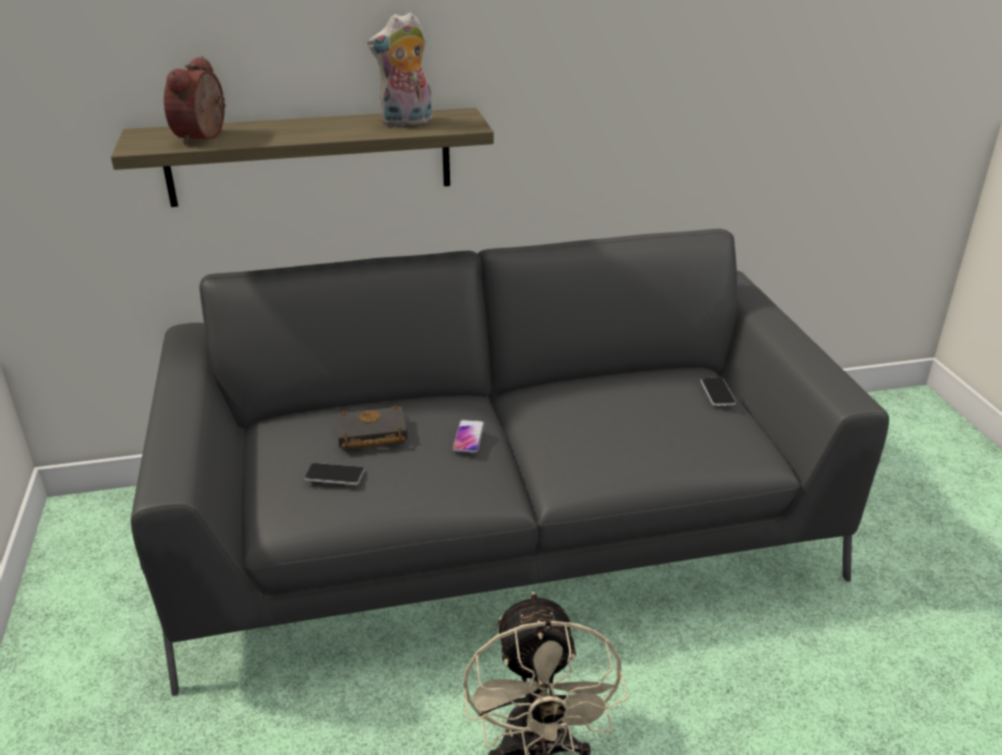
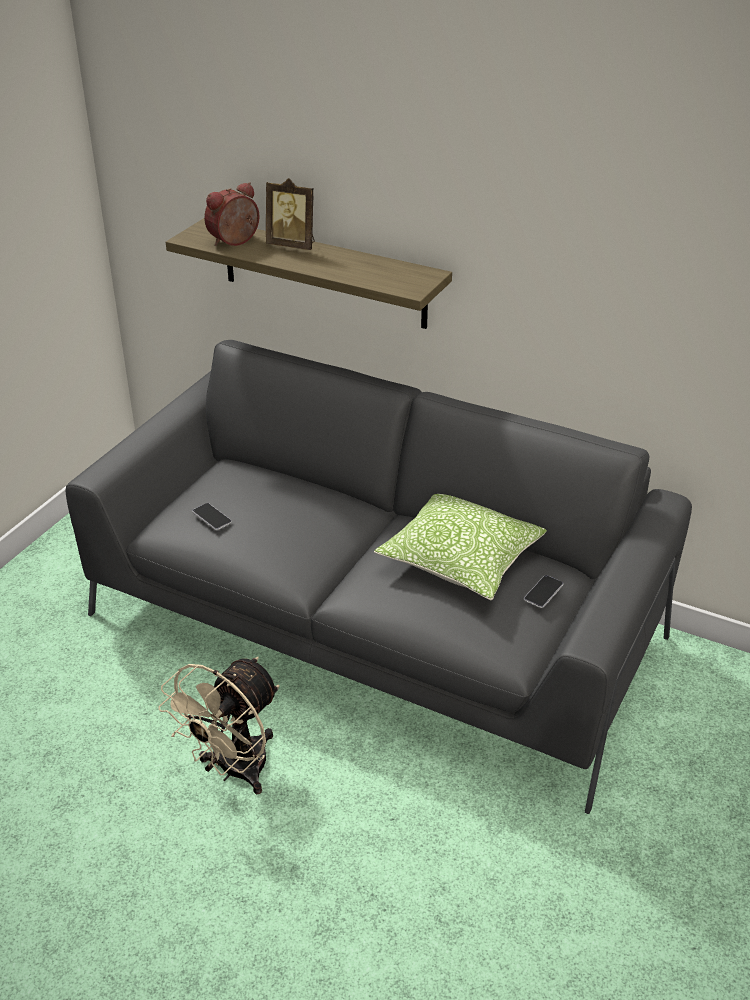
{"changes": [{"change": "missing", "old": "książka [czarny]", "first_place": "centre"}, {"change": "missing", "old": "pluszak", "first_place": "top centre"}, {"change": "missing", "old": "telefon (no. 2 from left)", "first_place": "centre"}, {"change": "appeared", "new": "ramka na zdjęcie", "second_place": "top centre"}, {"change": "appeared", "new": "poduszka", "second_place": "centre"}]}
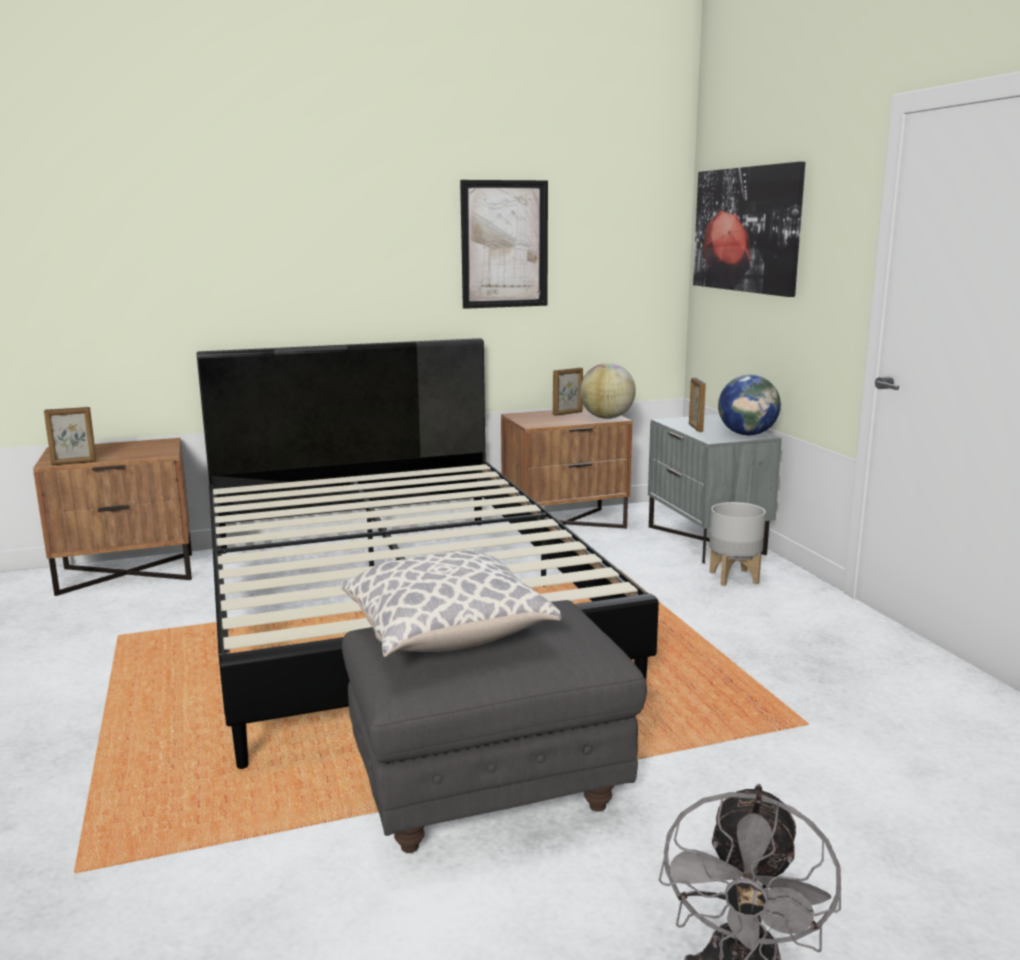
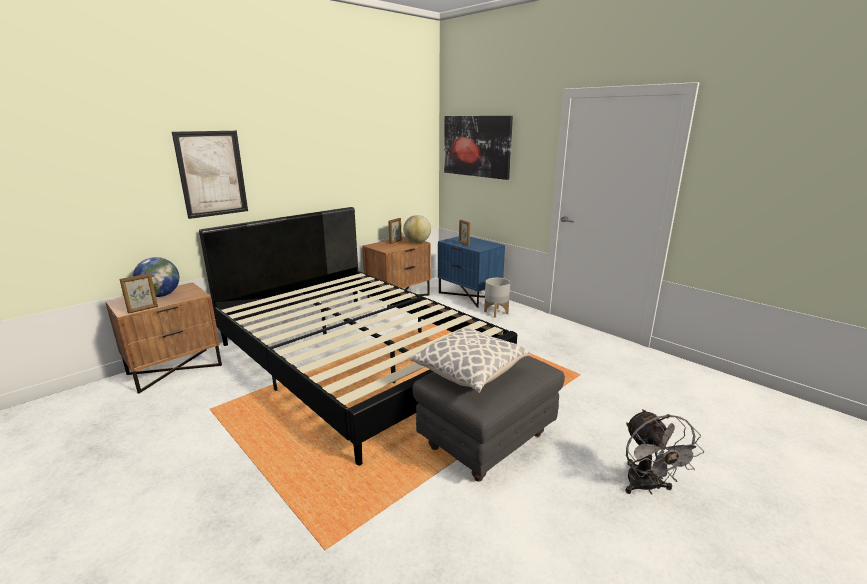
{"changes": [{"change": "relocated", "old": "obraz (no. 1 from left)", "first_place": "top centre", "second_place": "top left"}, {"change": "colour", "old": "szafka nocna [szary]", "new": "szafka nocna [niebieski]", "first_place": "middle right", "second_place": "centre"}, {"change": "relocated", "old": "globus (no. 2 from left in the first image)", "new": "globus (no. 1 from left)", "first_place": "middle right", "second_place": "middle left"}]}
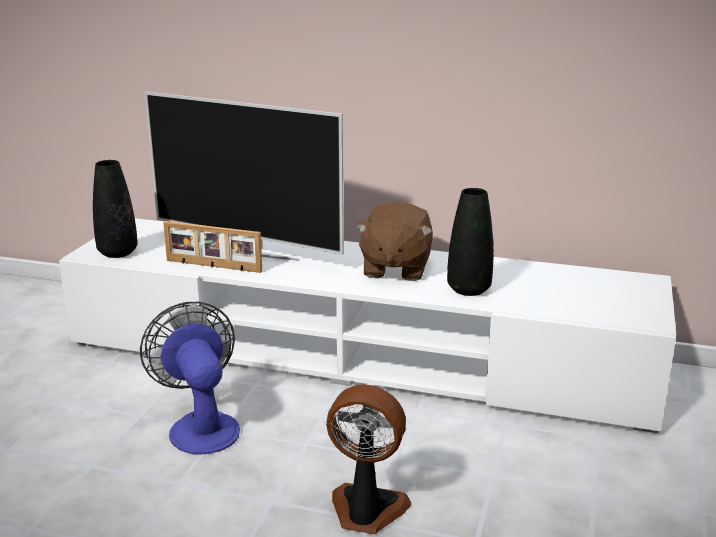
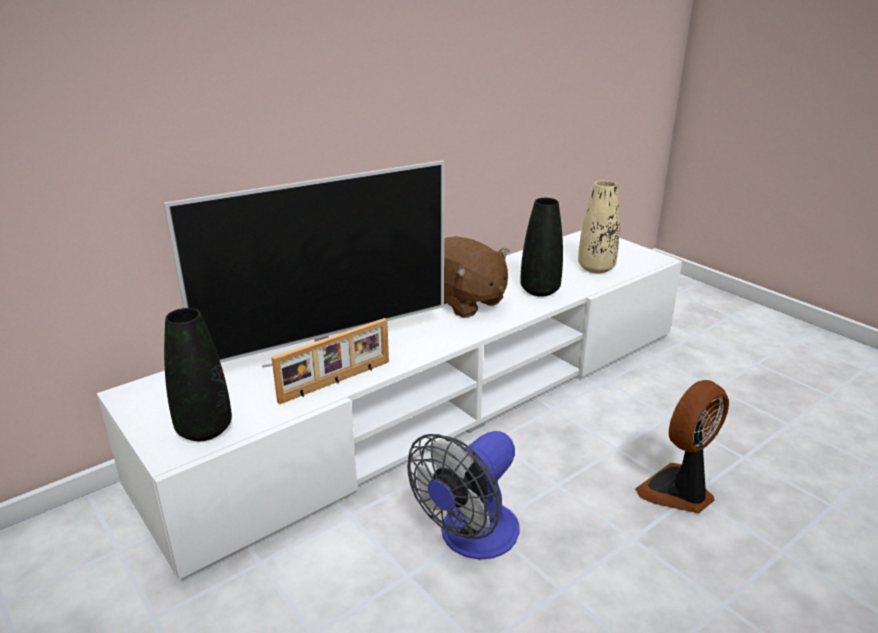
{"changes": [{"change": "spun", "old": "wentylator (no. 1 from left)", "first_place": "bottom left", "second_place": "bottom centre", "degrees": -60}, {"change": "appeared", "new": "wazon [beżowy]", "second_place": "middle right"}]}
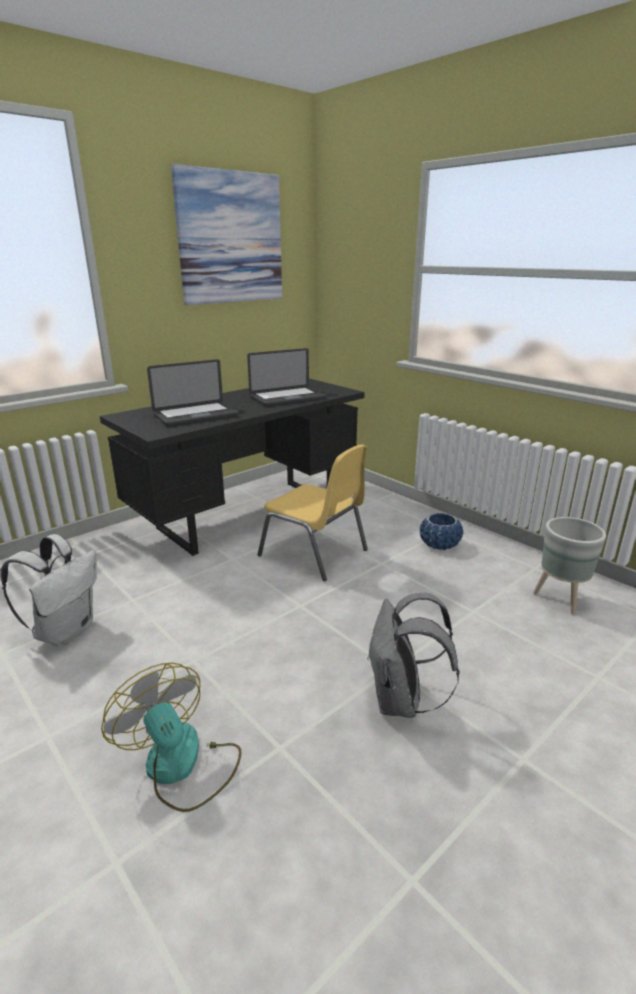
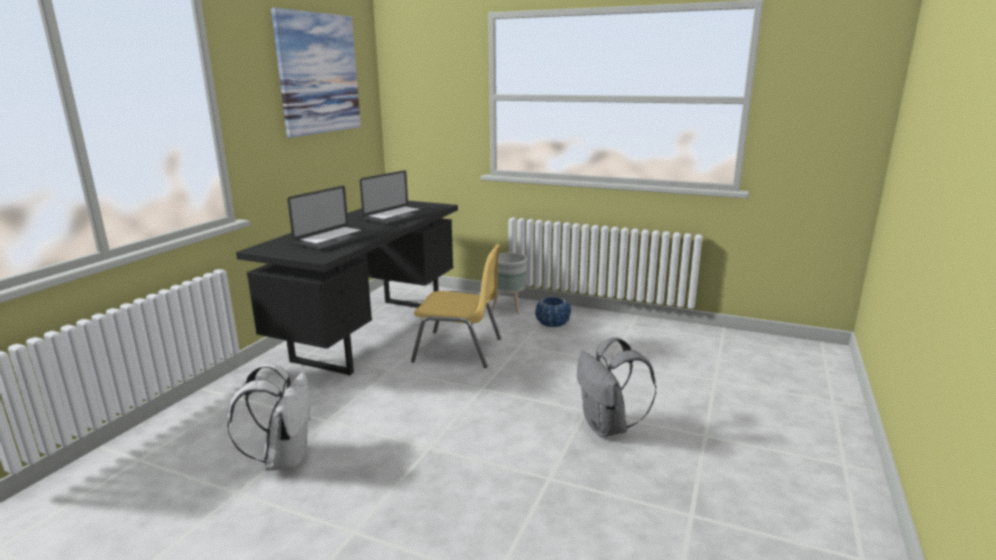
{"changes": [{"change": "missing", "old": "wentylator", "first_place": "bottom left"}, {"change": "relocated", "old": "donica [szary]", "first_place": "middle right", "second_place": "centre"}]}
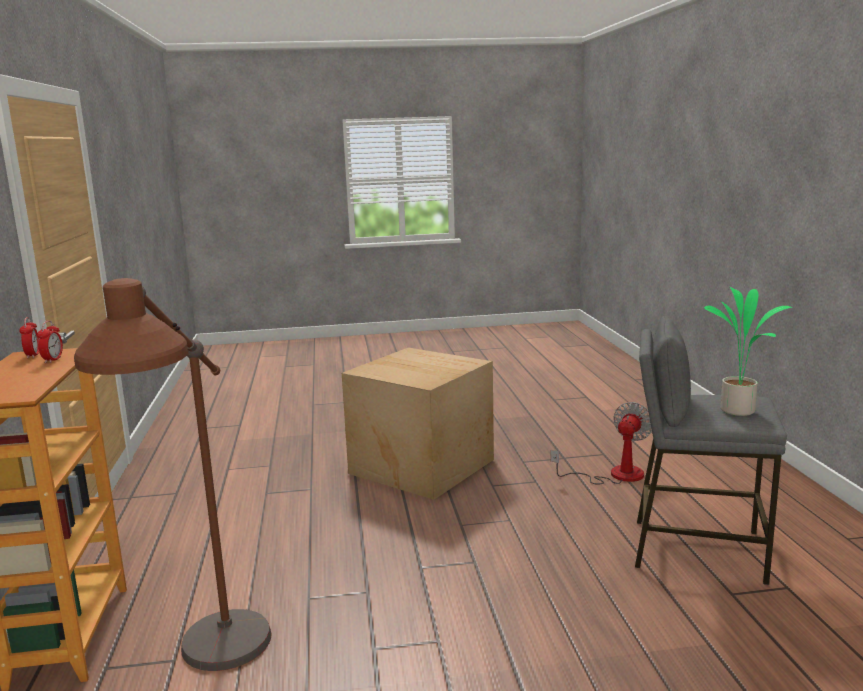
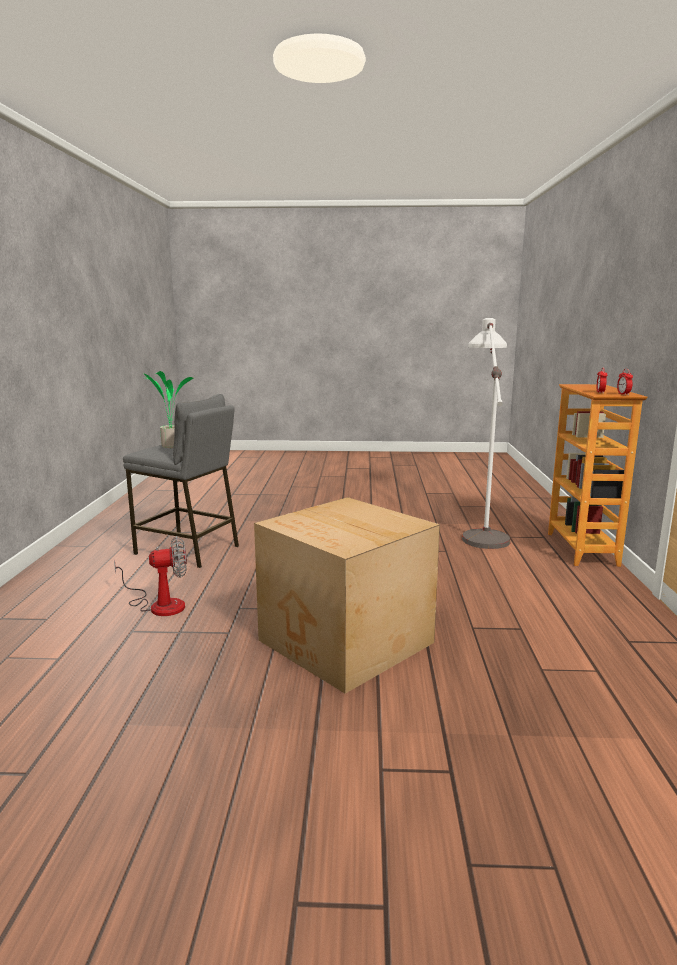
{"changes": [{"change": "colour", "old": "lampa stojąca [brązowy]", "new": "lampa stojąca [biały]", "first_place": "bottom left", "second_place": "middle right"}, {"change": "spun", "old": "wentylator", "first_place": "middle right", "second_place": "middle left", "degrees": -150}]}
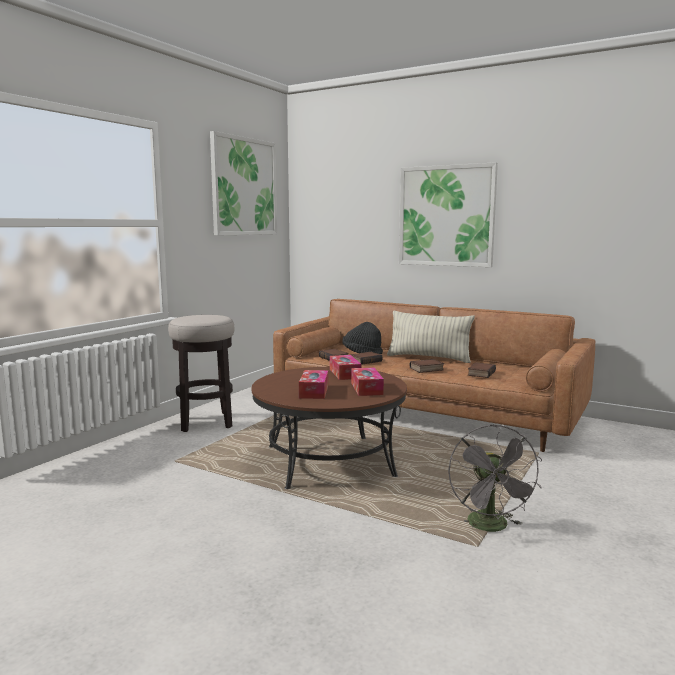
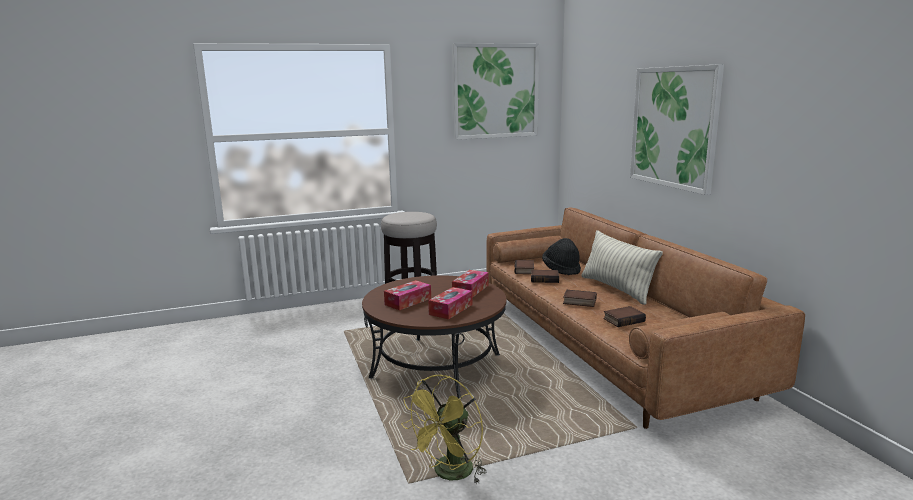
{"changes": [{"change": "colour", "old": "wentylator [szary]", "new": "wentylator [żółty]", "first_place": "bottom right", "second_place": "bottom centre"}]}
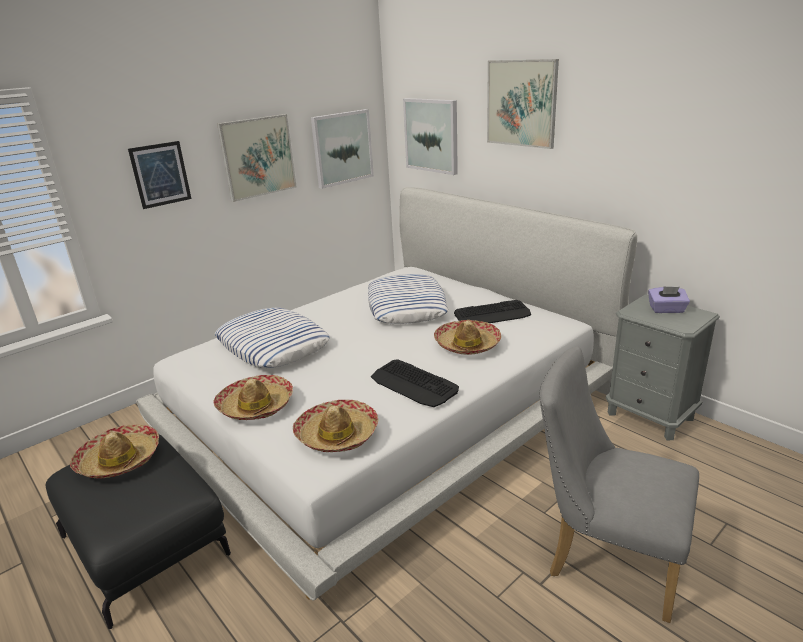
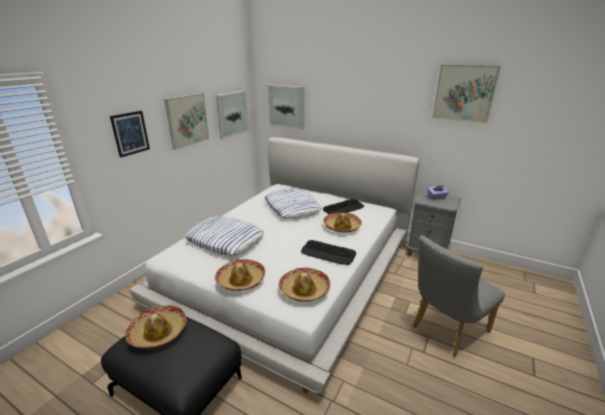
{"changes": [{"change": "relocated", "old": "obraz (no. 5 from left)", "first_place": "top centre", "second_place": "top right"}, {"change": "spun", "old": "krzesło [szary]", "first_place": "bottom right", "second_place": "bottom right", "degrees": -45}]}
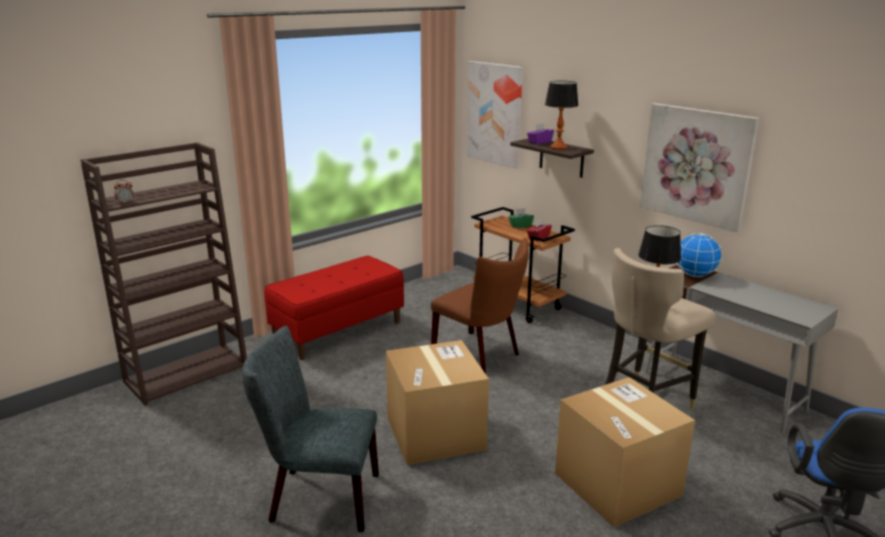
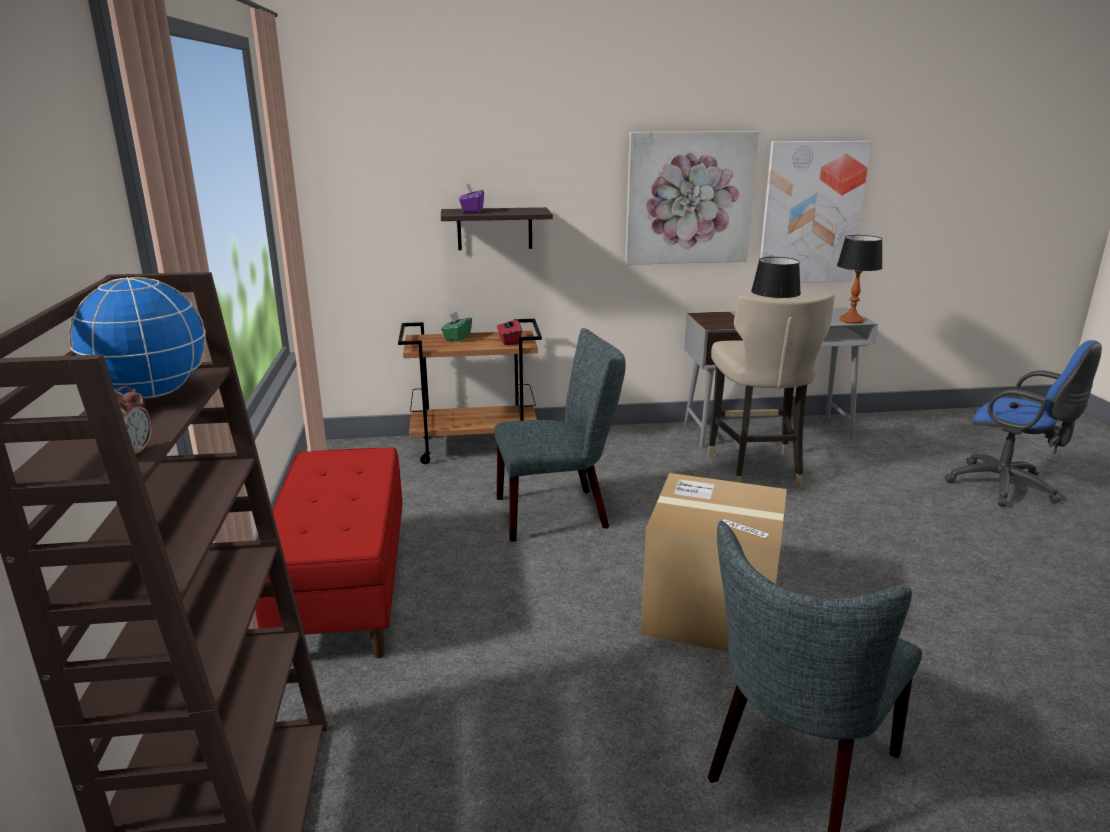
{"changes": [{"change": "colour", "old": "krzesło [brązowy]", "new": "krzesło [szary] (no. 1 from left)", "first_place": "centre", "second_place": "centre"}, {"change": "relocated", "old": "obraz (no. 1 from left in the first image)", "new": "obraz (no. 2 from left)", "first_place": "top centre", "second_place": "top right"}, {"change": "relocated", "old": "lampa stołowa (no. 1 from left in the first image)", "new": "lampa stołowa (no. 2 from left)", "first_place": "top centre", "second_place": "middle right"}, {"change": "missing", "old": "karton (no. 2 from left)", "first_place": "bottom right"}, {"change": "relocated", "old": "globus", "first_place": "middle right", "second_place": "middle left"}]}
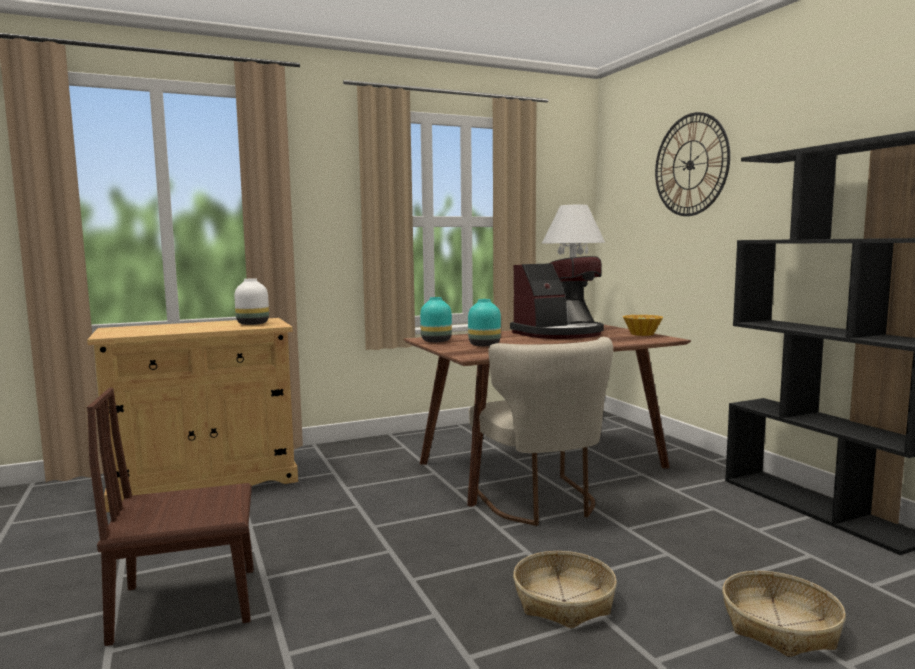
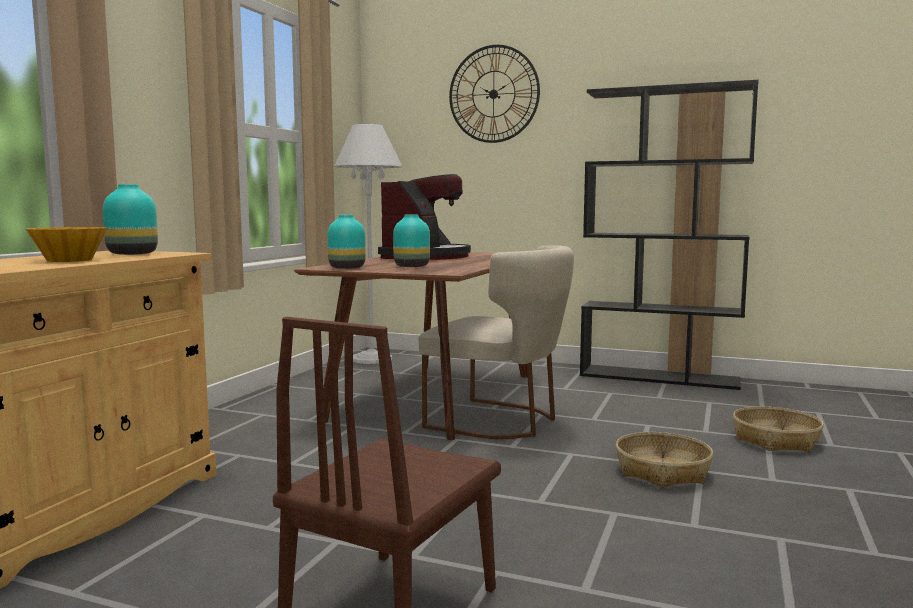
{"changes": [{"change": "colour", "old": "wazon [biały]", "new": "wazon [turkusowy] (no. 1 from left)", "first_place": "middle left", "second_place": "middle left"}, {"change": "relocated", "old": "miska", "first_place": "middle right", "second_place": "middle left"}]}
